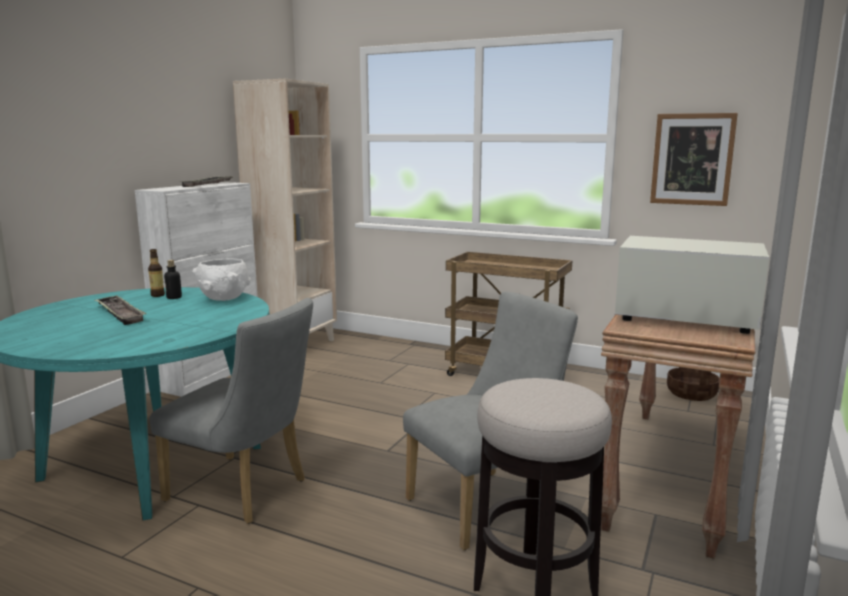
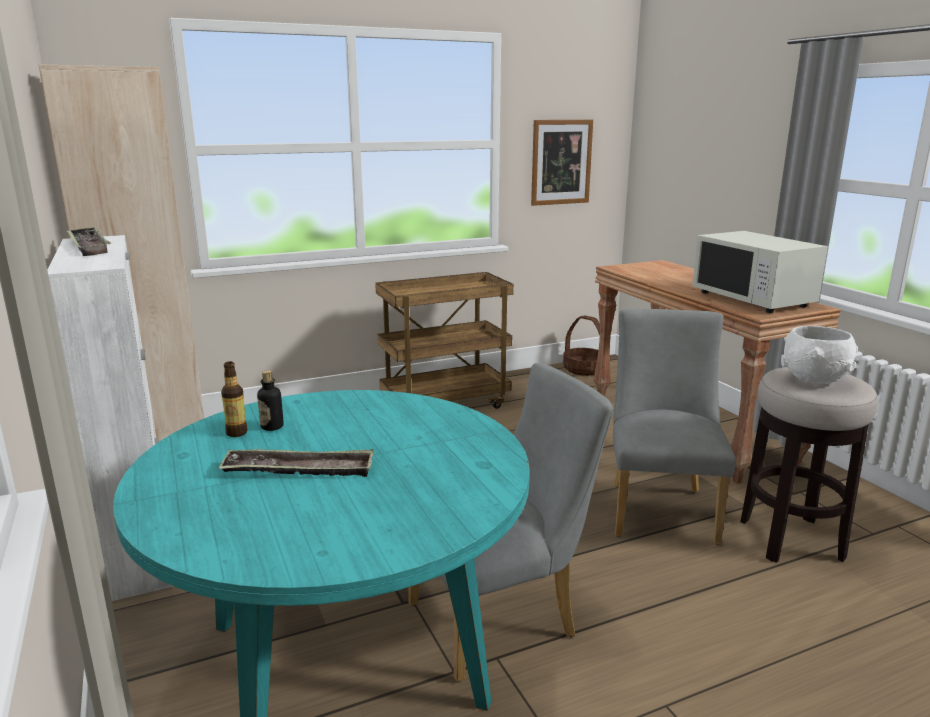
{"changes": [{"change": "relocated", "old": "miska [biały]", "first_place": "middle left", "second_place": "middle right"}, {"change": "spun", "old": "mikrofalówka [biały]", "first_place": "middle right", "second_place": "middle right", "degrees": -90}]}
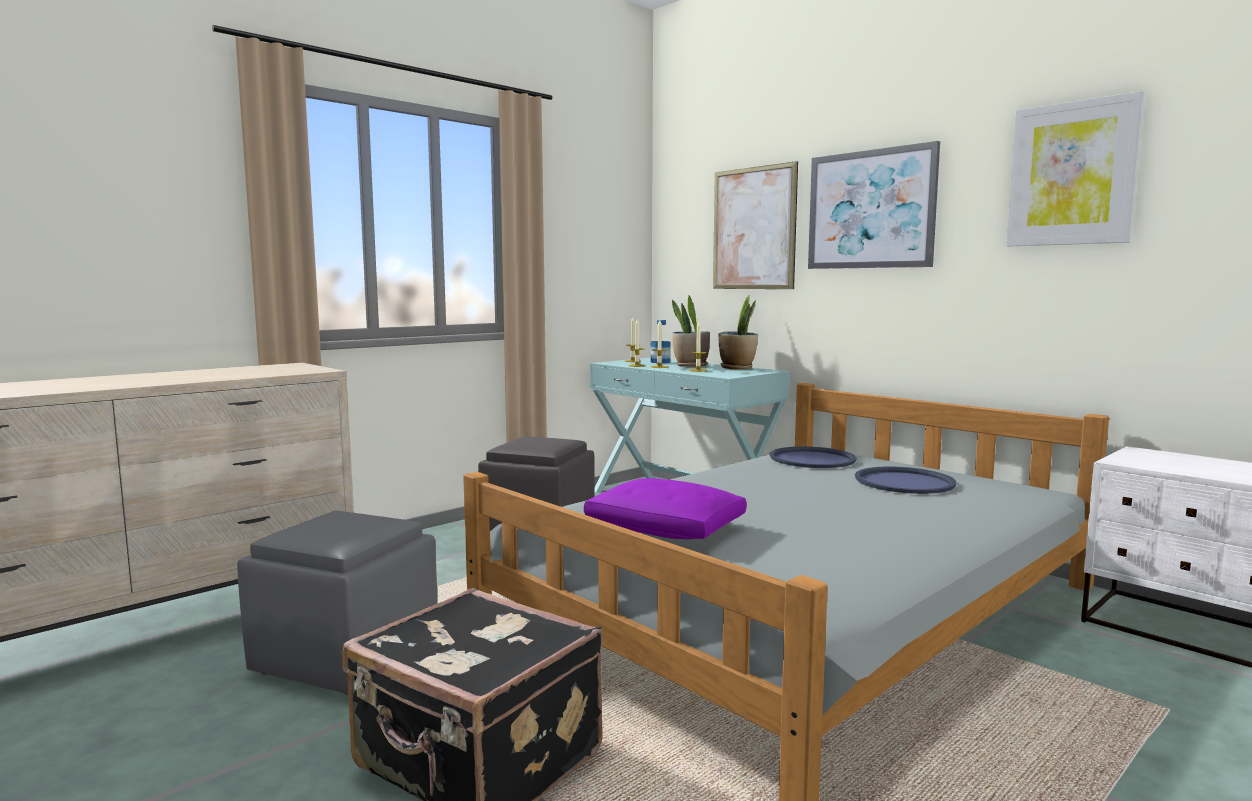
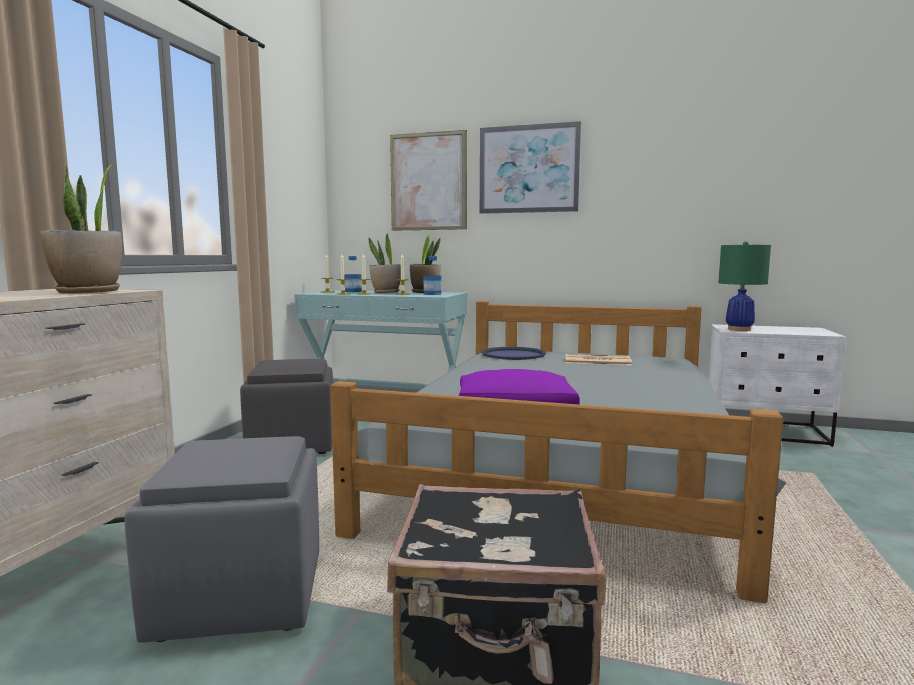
{"changes": [{"change": "exchanged", "old": "taca [niebieski] (no. 2 from left)", "new": "gazeta", "first_place": "middle right", "second_place": "centre"}, {"change": "missing", "old": "obraz (no. 3 from left)", "first_place": "top right"}, {"change": "appeared", "new": "roślina doniczkowa (no. 1 from left)", "second_place": "top left"}, {"change": "appeared", "new": "butelka (no. 2 from left)", "second_place": "centre"}, {"change": "appeared", "new": "lampa stołowa [zielony]", "second_place": "middle right"}]}
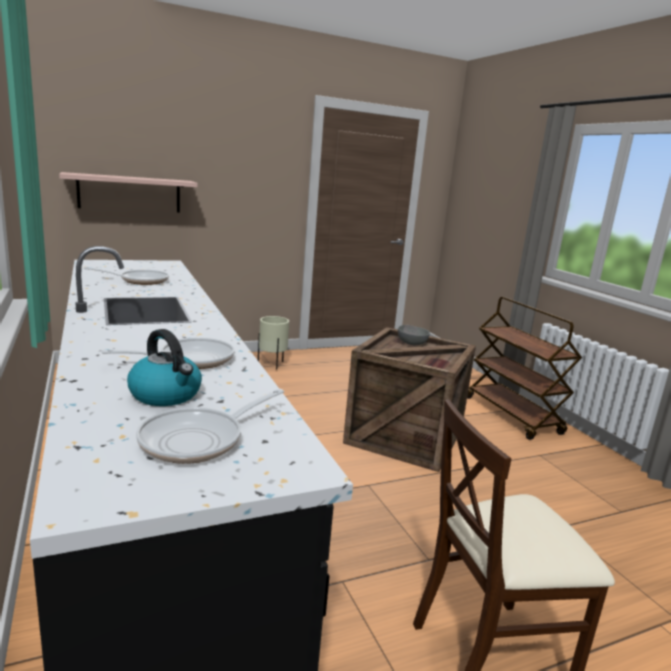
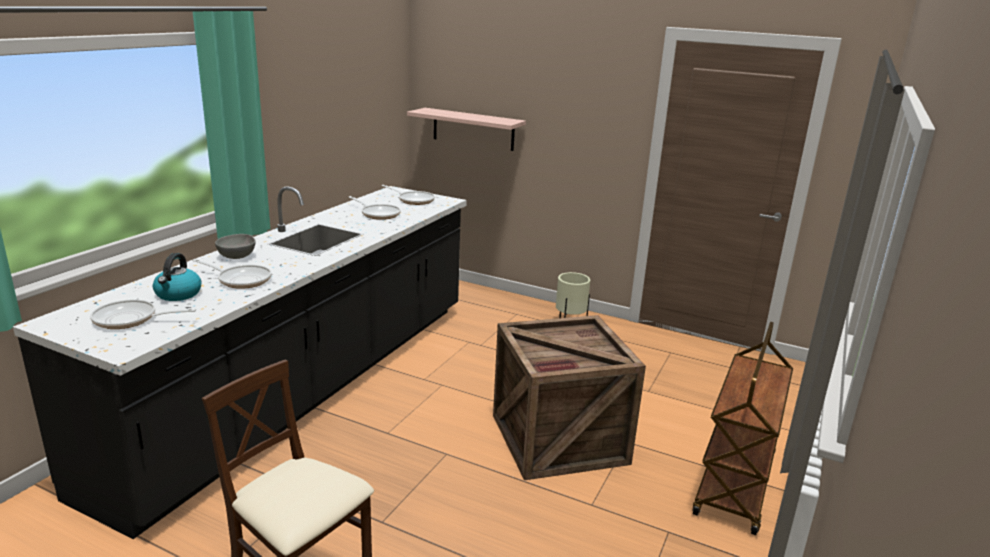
{"changes": [{"change": "relocated", "old": "miska [szary]", "first_place": "centre", "second_place": "middle left"}, {"change": "appeared", "new": "patelnia (no. 4 from left)", "second_place": "centre"}]}
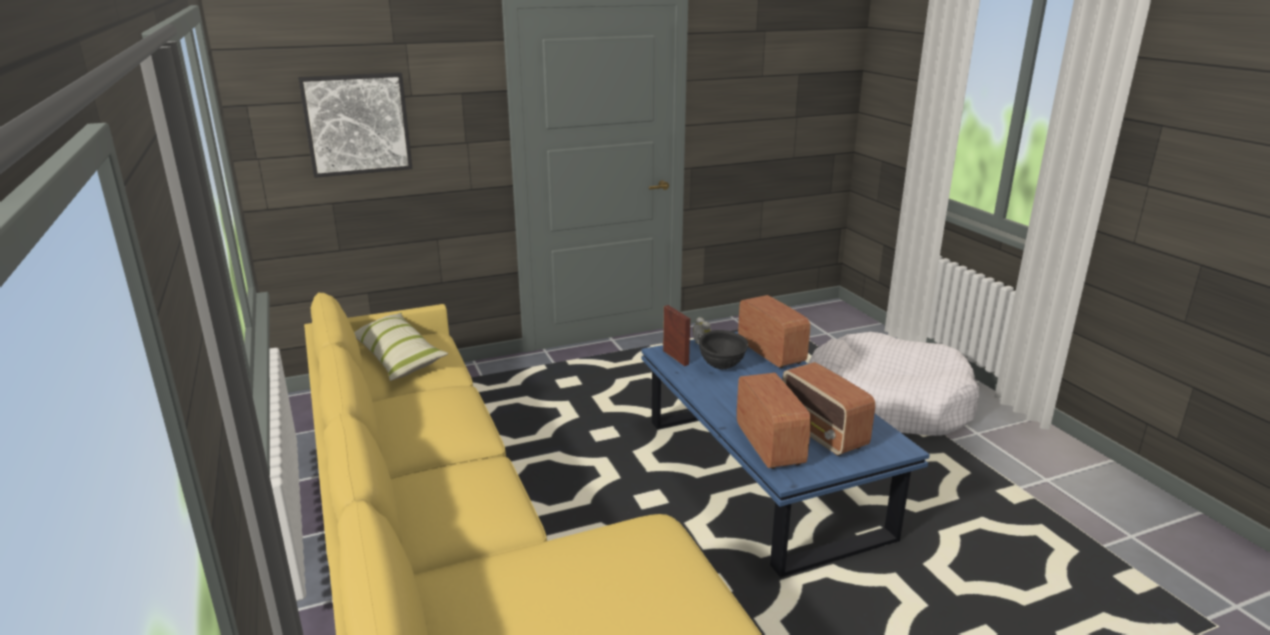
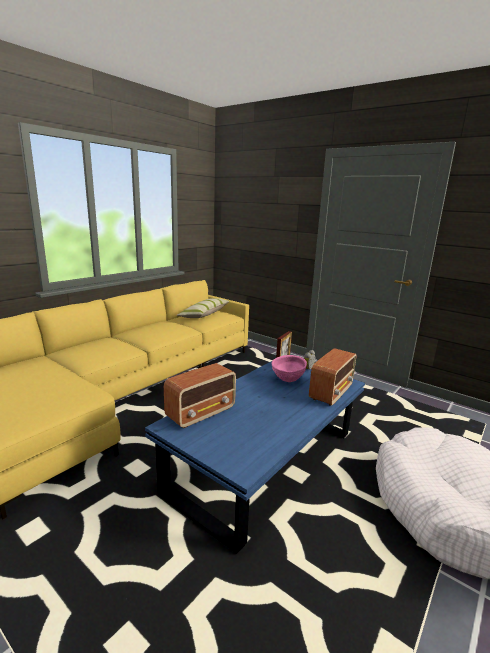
{"changes": [{"change": "missing", "old": "obraz", "first_place": "top left"}, {"change": "colour", "old": "miska [czarny]", "new": "miska [różowy]", "first_place": "centre", "second_place": "centre"}, {"change": "missing", "old": "radio (no. 3 from left)", "first_place": "centre"}]}
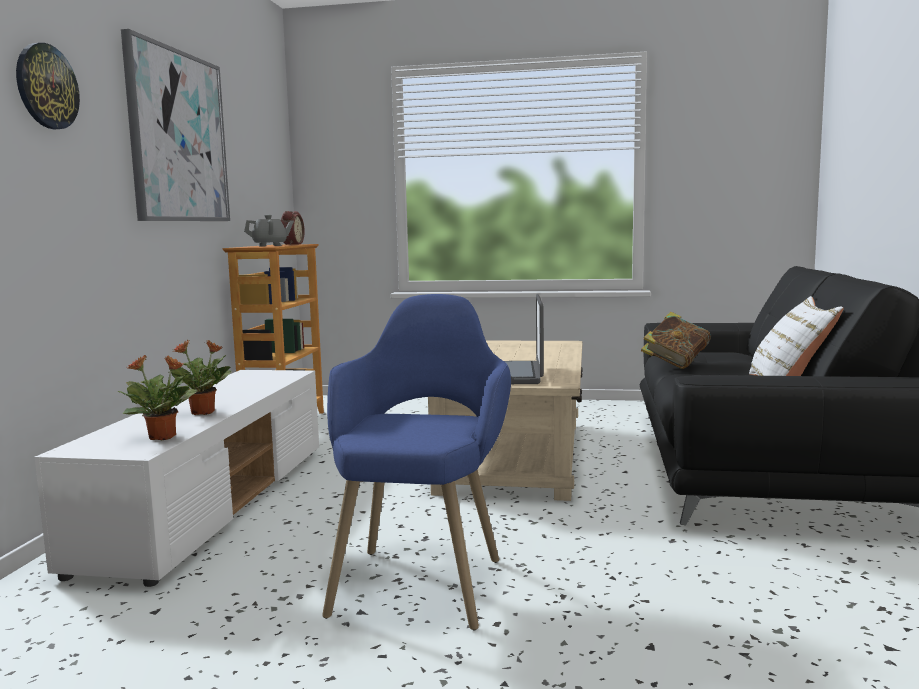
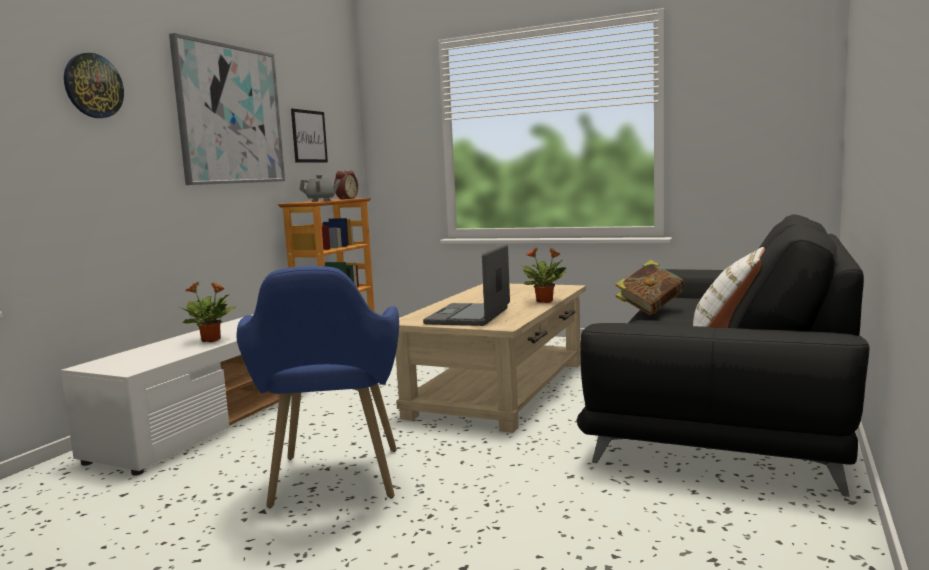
{"changes": [{"change": "relocated", "old": "roślina doniczkowa (no. 1 from left in the first image)", "new": "roślina doniczkowa (no. 2 from left)", "first_place": "middle left", "second_place": "centre"}, {"change": "spun", "old": "fotel [niebieski]", "first_place": "bottom centre", "second_place": "bottom centre", "degrees": 150}, {"change": "appeared", "new": "obraz (no. 2 from left)", "second_place": "top left"}]}
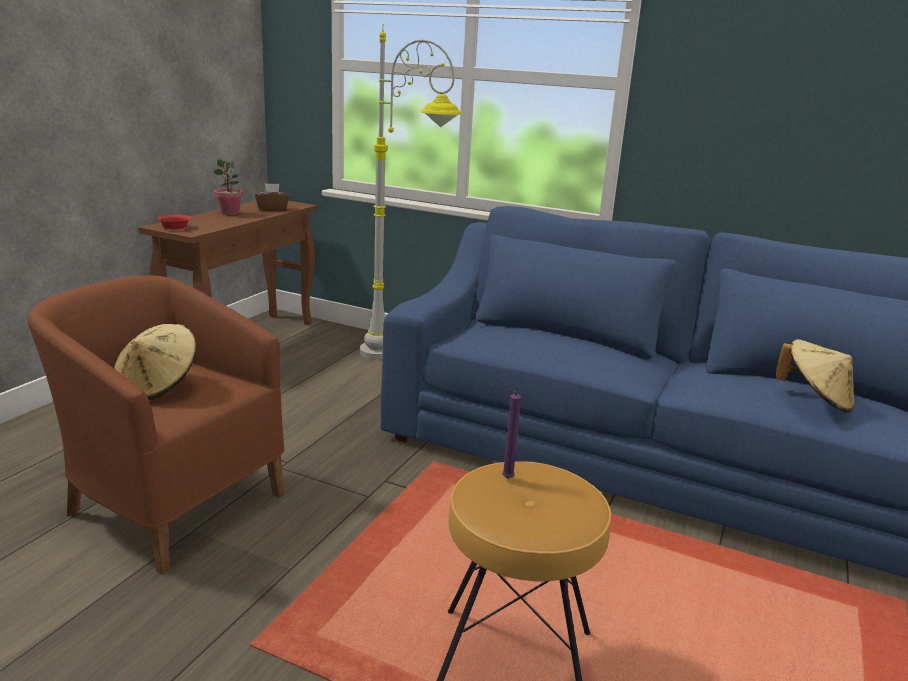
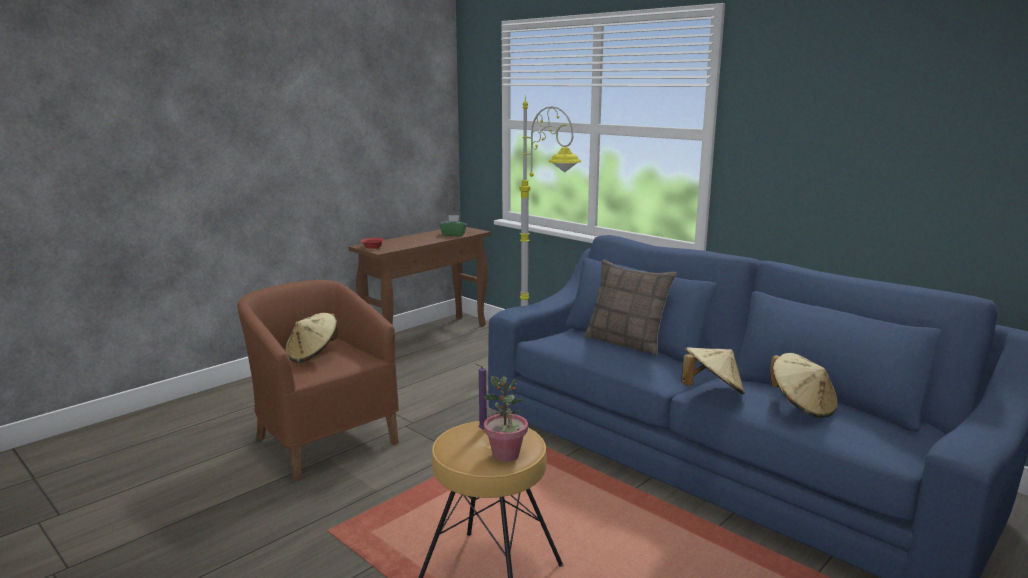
{"changes": [{"change": "relocated", "old": "roślina doniczkowa", "first_place": "top left", "second_place": "bottom centre"}, {"change": "colour", "old": "pudełko chusteczek [brązowy]", "new": "pudełko chusteczek [zielony]", "first_place": "top left", "second_place": "centre"}, {"change": "appeared", "new": "poduszka", "second_place": "centre"}, {"change": "appeared", "new": "kapelusz [beżowy] (no. 2 from left)", "second_place": "middle right"}]}
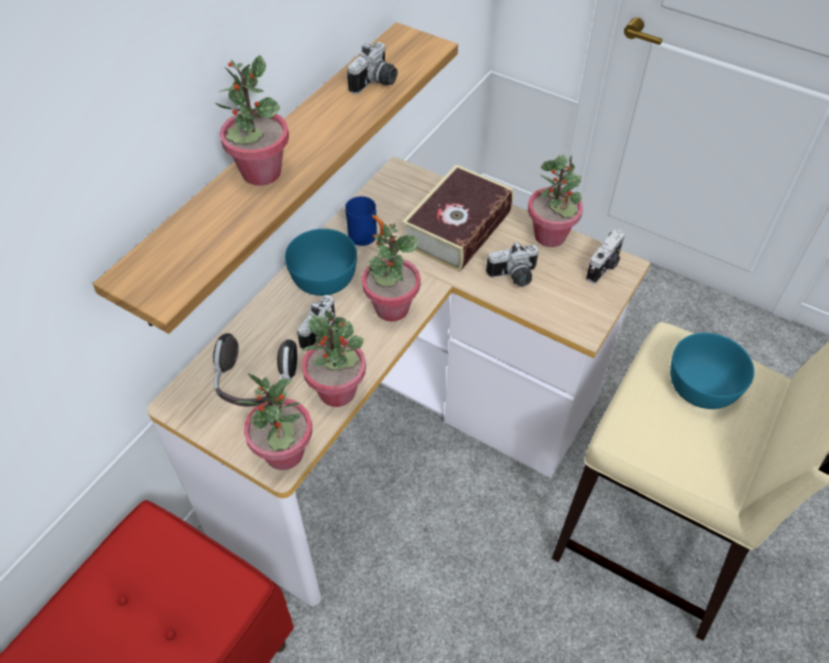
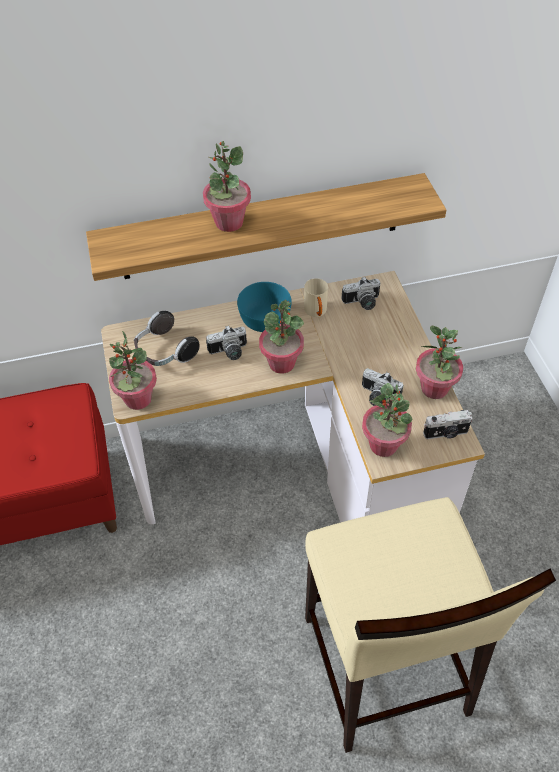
{"changes": [{"change": "relocated", "old": "roślina doniczkowa (no. 3 from left in the first image)", "new": "roślina doniczkowa (no. 4 from left)", "first_place": "centre", "second_place": "middle right"}, {"change": "colour", "old": "kubek [niebieski]", "new": "kubek [beżowy]", "first_place": "centre", "second_place": "centre"}, {"change": "relocated", "old": "aparat fotograficzny (no. 2 from left)", "first_place": "top centre", "second_place": "centre"}, {"change": "missing", "old": "książka", "first_place": "top centre"}, {"change": "missing", "old": "miska [turkusowy] (no. 2 from left)", "first_place": "middle right"}]}
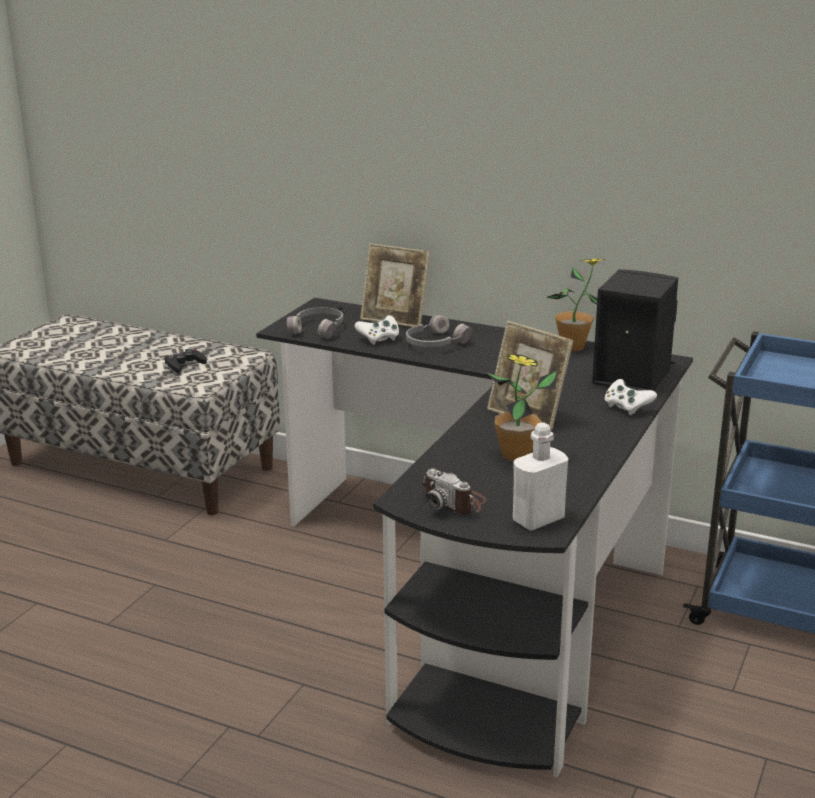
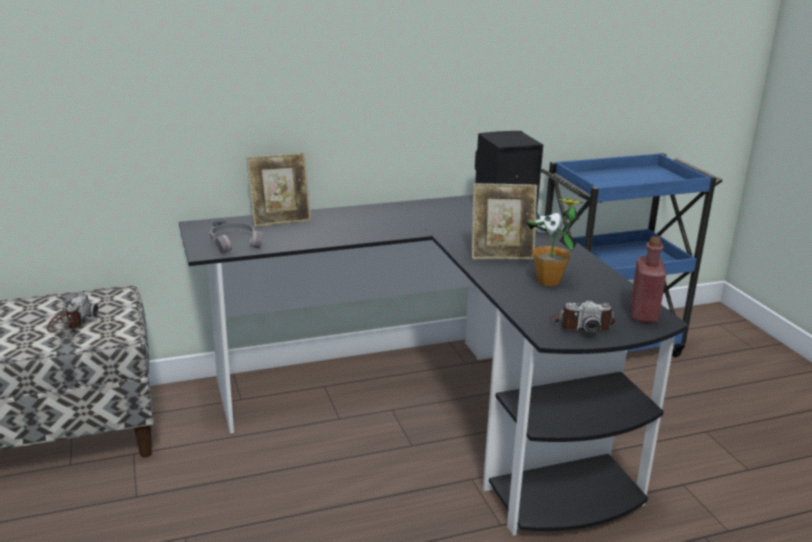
{"changes": [{"change": "exchanged", "old": "pad do gier [czarny]", "new": "aparat fotograficzny (no. 1 from left)", "first_place": "middle left", "second_place": "middle left"}, {"change": "missing", "old": "pad do gier [biały] (no. 1 from left)", "first_place": "centre"}, {"change": "missing", "old": "słuchawki [szary] (no. 2 from left)", "first_place": "centre"}, {"change": "colour", "old": "butelka [biały]", "new": "butelka [czerwony]", "first_place": "centre", "second_place": "middle right"}, {"change": "missing", "old": "roślina doniczkowa (no. 2 from left)", "first_place": "middle right"}]}
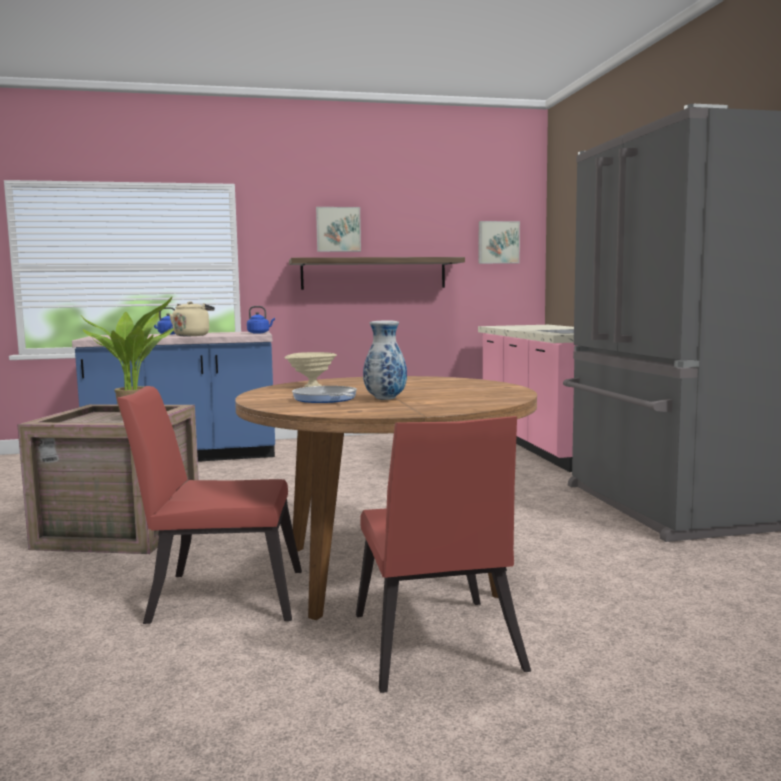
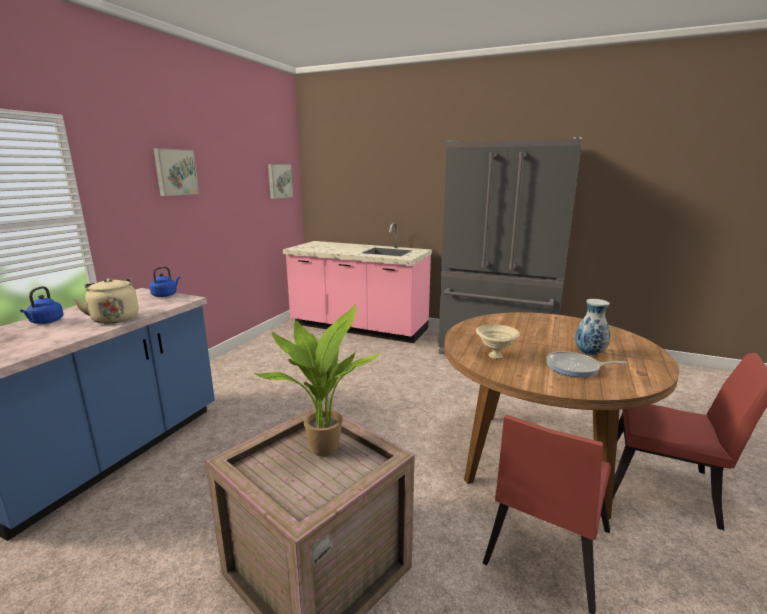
{"changes": [{"change": "missing", "old": "półka", "first_place": "centre"}]}
